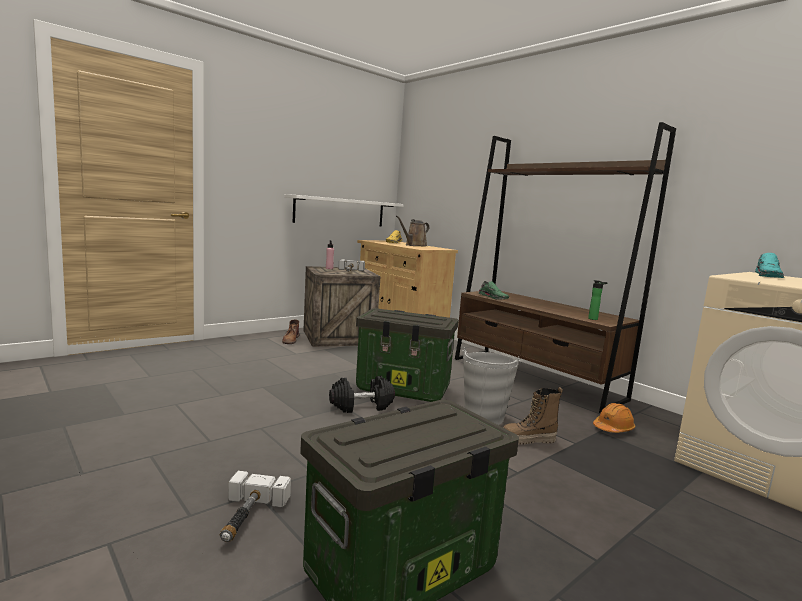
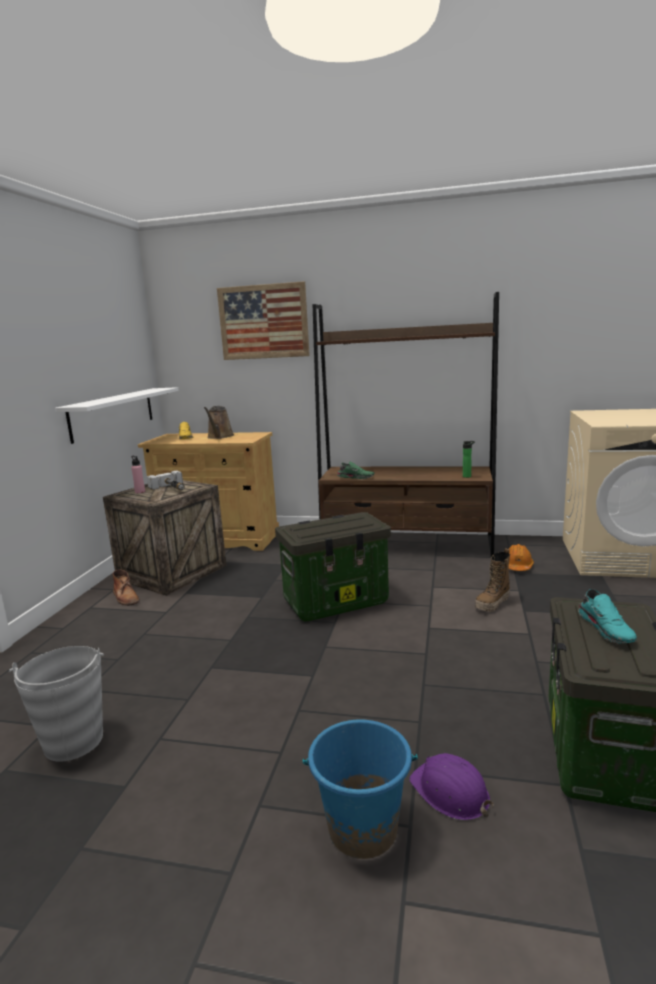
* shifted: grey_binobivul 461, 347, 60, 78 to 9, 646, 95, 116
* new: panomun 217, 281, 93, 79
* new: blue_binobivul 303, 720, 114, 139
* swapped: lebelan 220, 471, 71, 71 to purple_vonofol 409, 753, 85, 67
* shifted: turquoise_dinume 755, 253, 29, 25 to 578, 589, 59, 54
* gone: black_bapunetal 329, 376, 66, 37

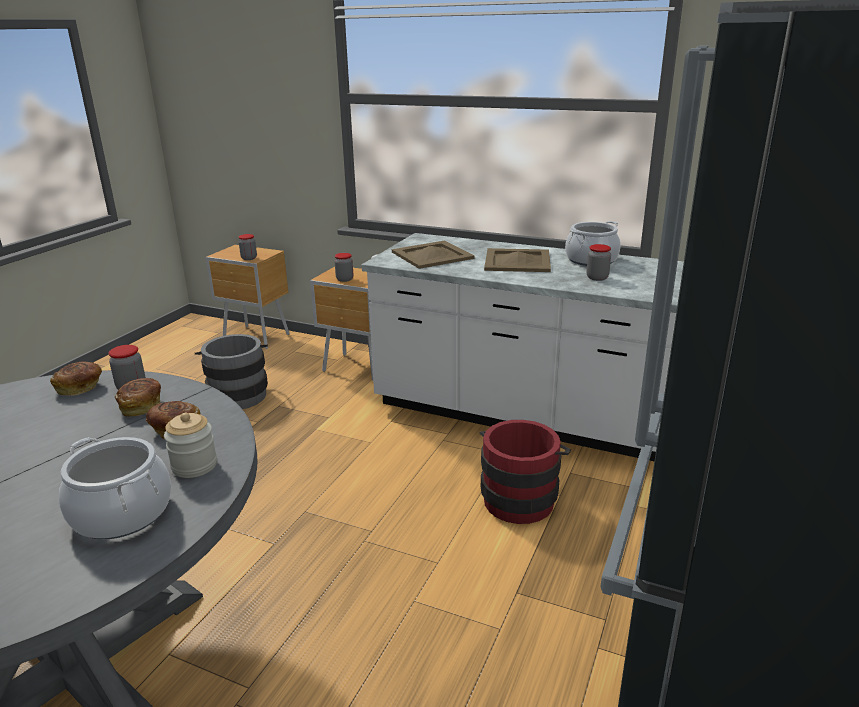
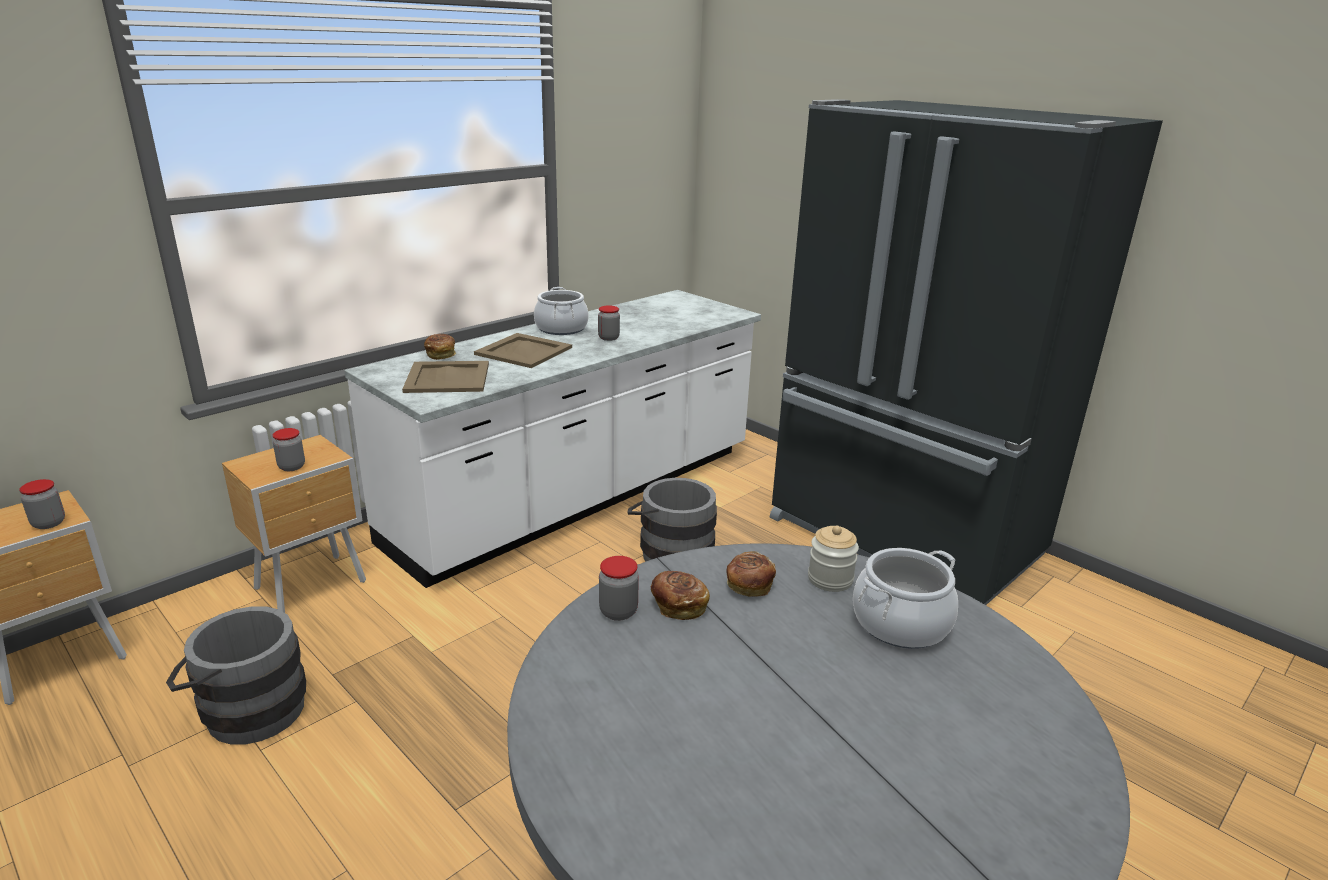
* shifted: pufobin 50, 362, 52, 34 to 424, 334, 32, 26
* repainted: red_binobivul 479, 420, 92, 104 to grey_binobivul 628, 478, 89, 84

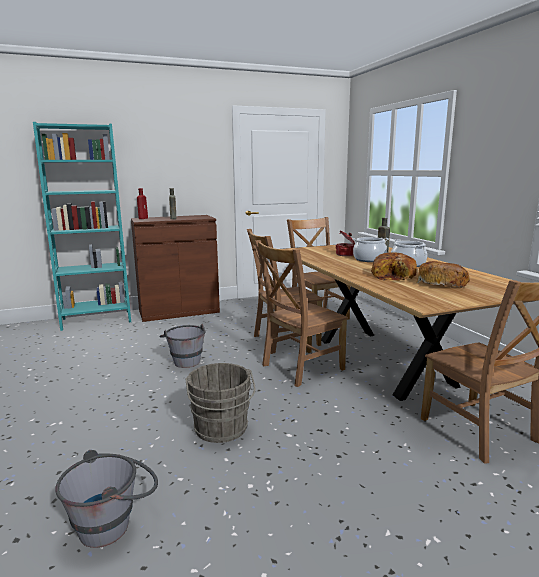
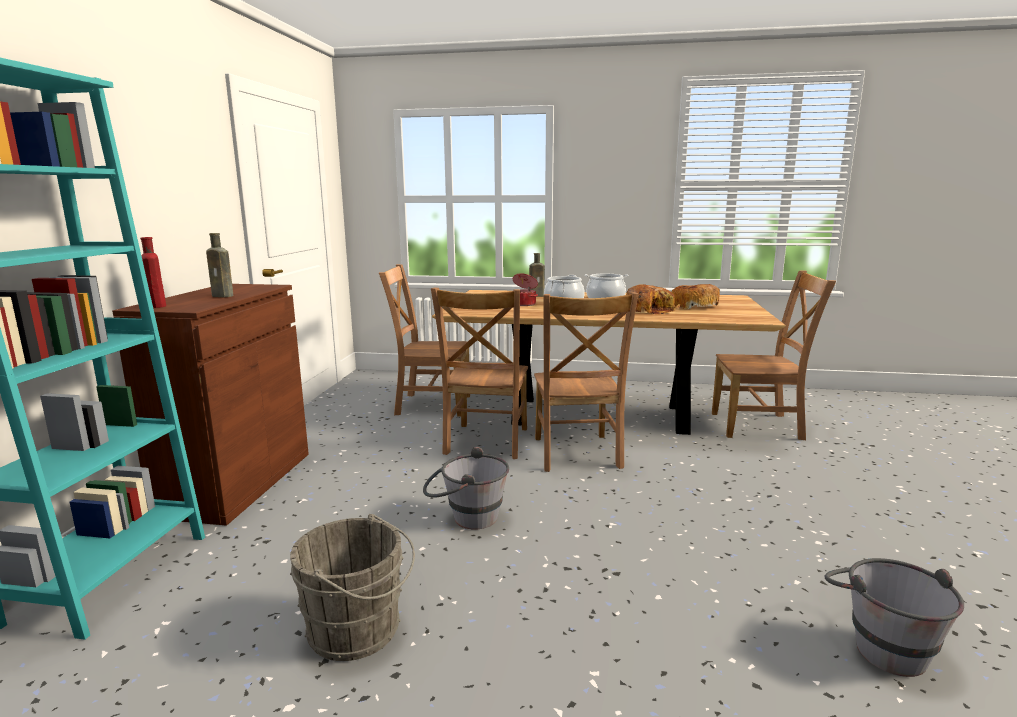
* shifted: grey_binobivul 185, 363, 70, 80 to 290, 514, 125, 147

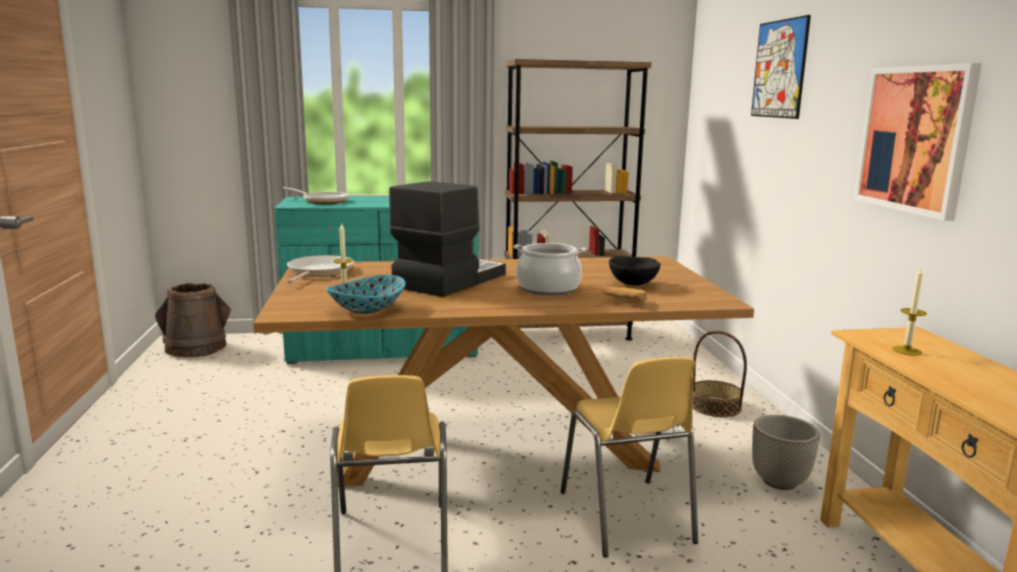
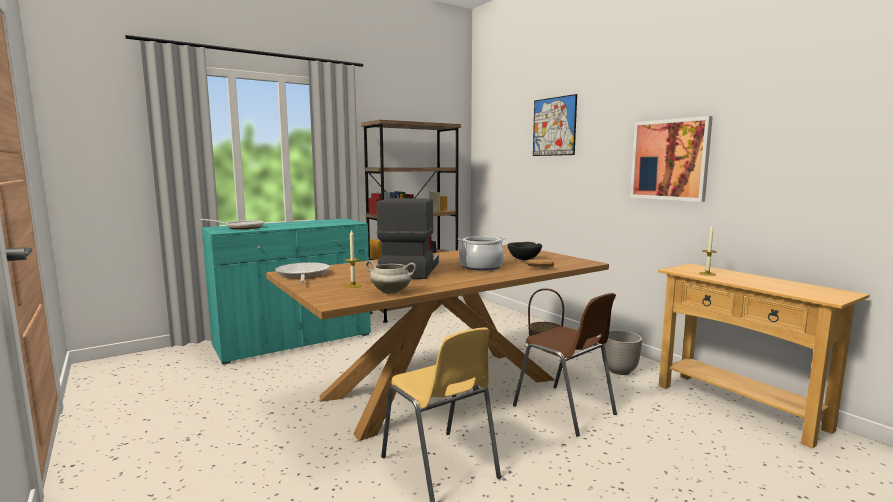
* swapped: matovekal 326, 275, 80, 39 to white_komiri 365, 260, 51, 34
* repainted: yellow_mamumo 560, 357, 138, 200 to brown_mamumo 513, 293, 104, 144
* gone: brown_binobivul 155, 283, 76, 74

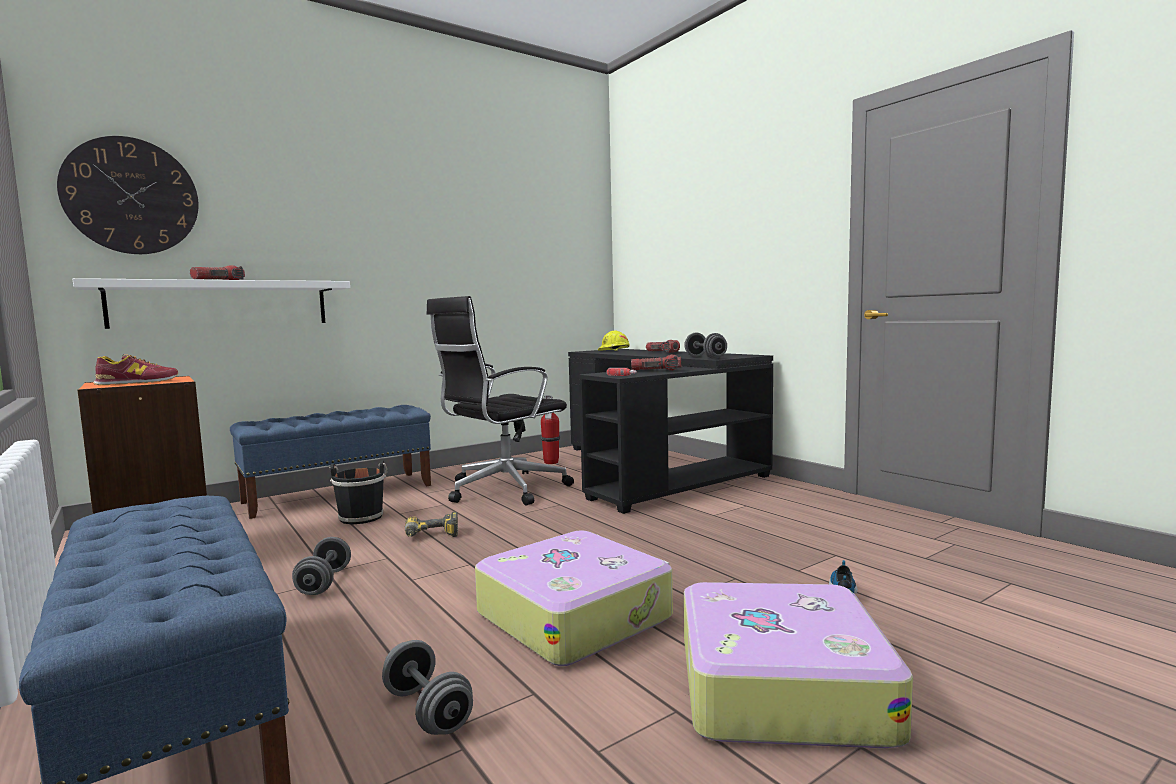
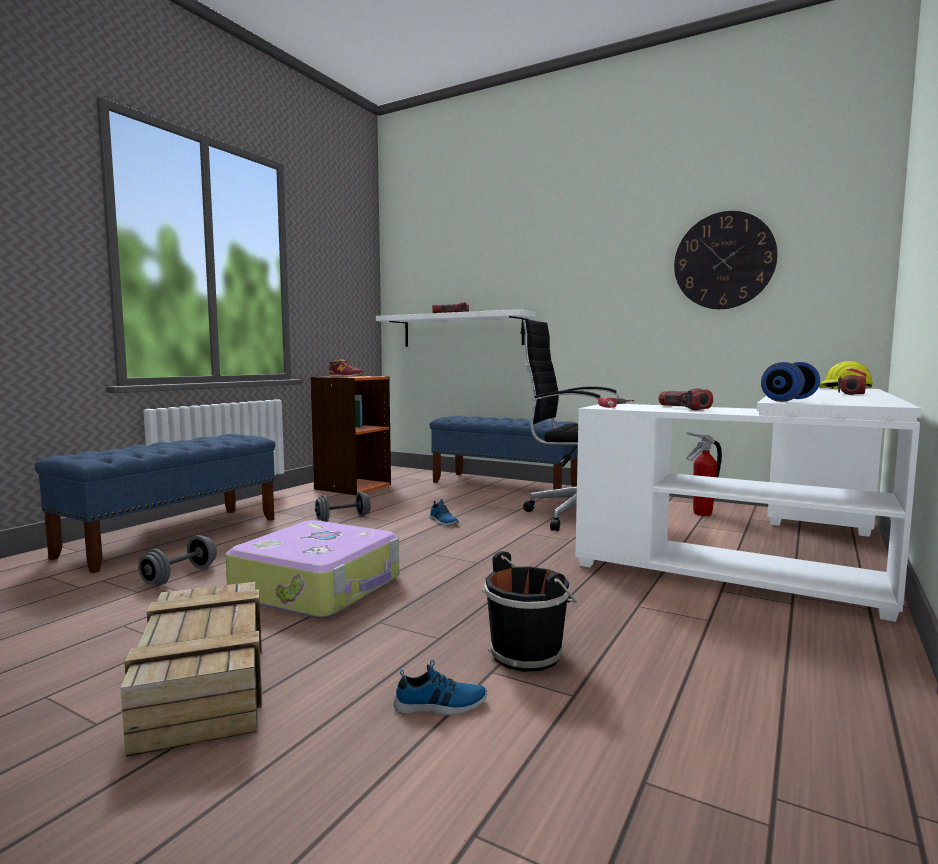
* swapped: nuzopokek 684, 582, 229, 166 to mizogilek 120, 582, 142, 175
* swapped: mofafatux 405, 512, 53, 25 to dinume 429, 499, 30, 26
* shifted: black_binobivul 329, 460, 58, 64 to 482, 551, 95, 121
* repainted: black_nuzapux 568, 349, 205, 165 to white_nuzapux 575, 388, 346, 234
* shifted: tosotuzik 57, 136, 141, 118 to 674, 211, 104, 98
* repainted: grey_bapunetal 684, 333, 43, 26 to blue_bapunetal 761, 362, 59, 40

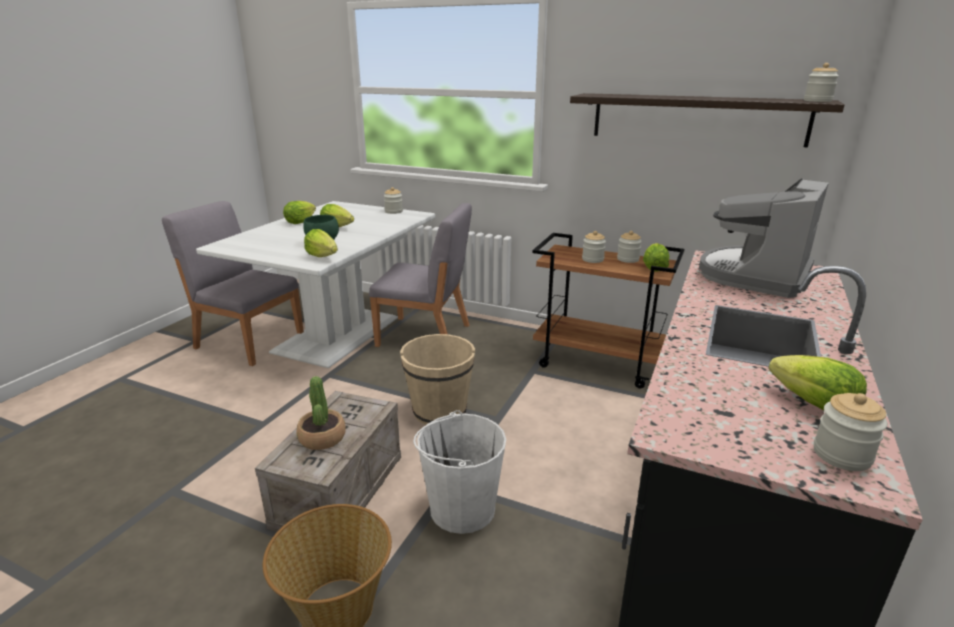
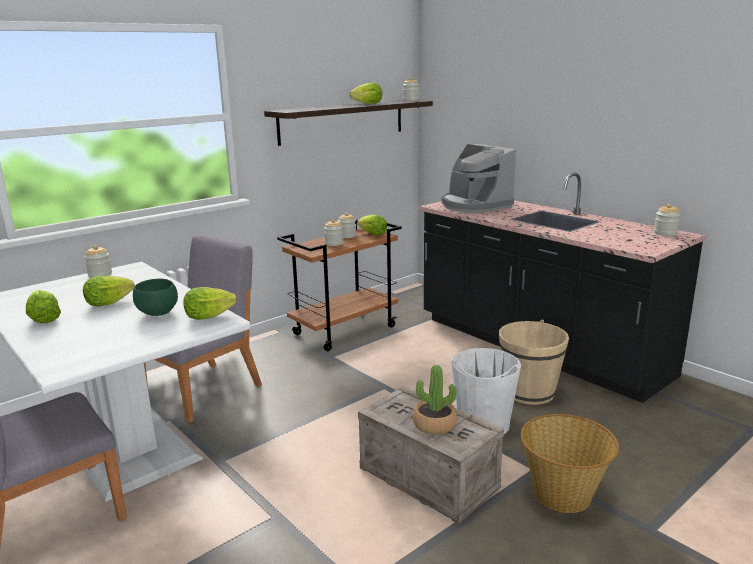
* shifted: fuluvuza 769, 355, 98, 55 to 349, 83, 33, 21
* shifted: beige_binobivul 400, 334, 75, 91 to 499, 320, 70, 85

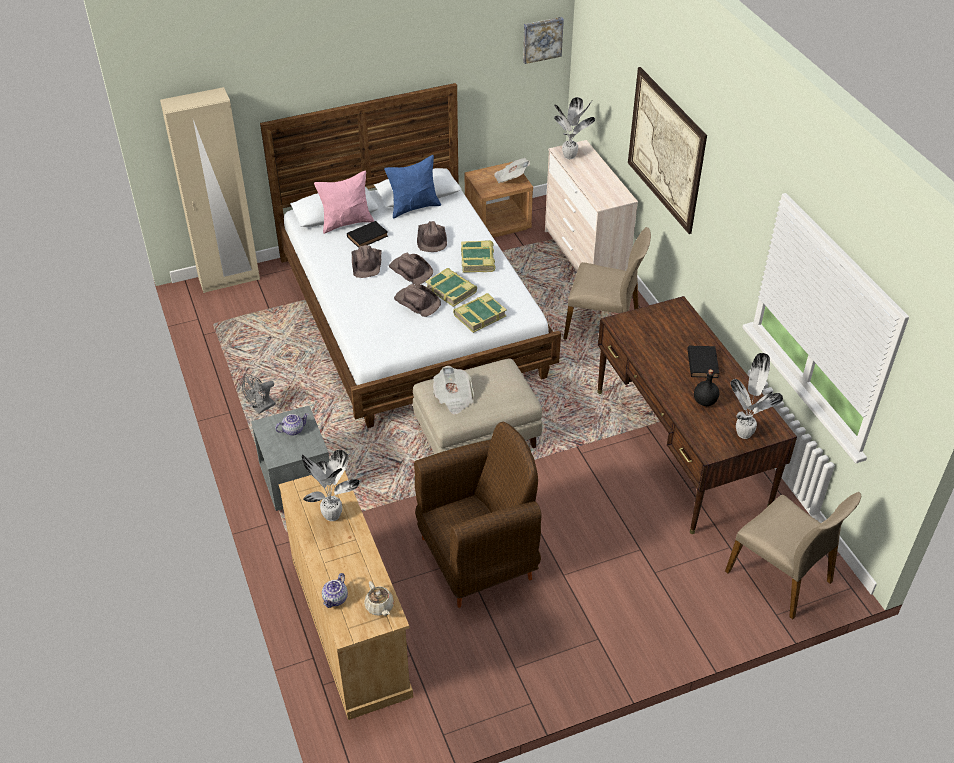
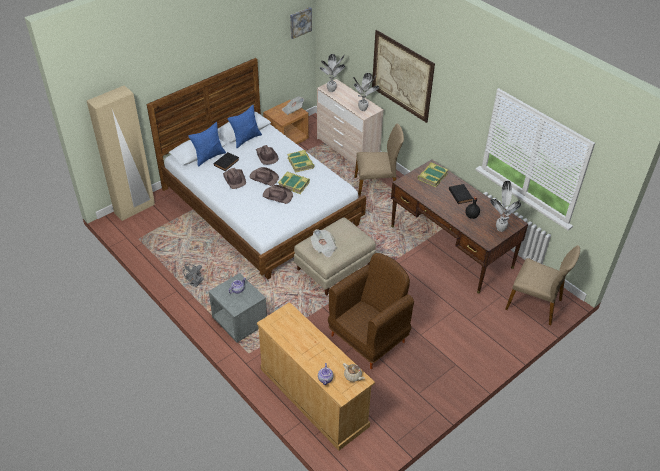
* repainted: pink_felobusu 314, 170, 60, 64 to blue_felobusu 188, 122, 38, 45
* shifted: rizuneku 302, 450, 57, 71 to 353, 73, 26, 38
* shifted: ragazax 453, 293, 54, 40 to 418, 163, 30, 24

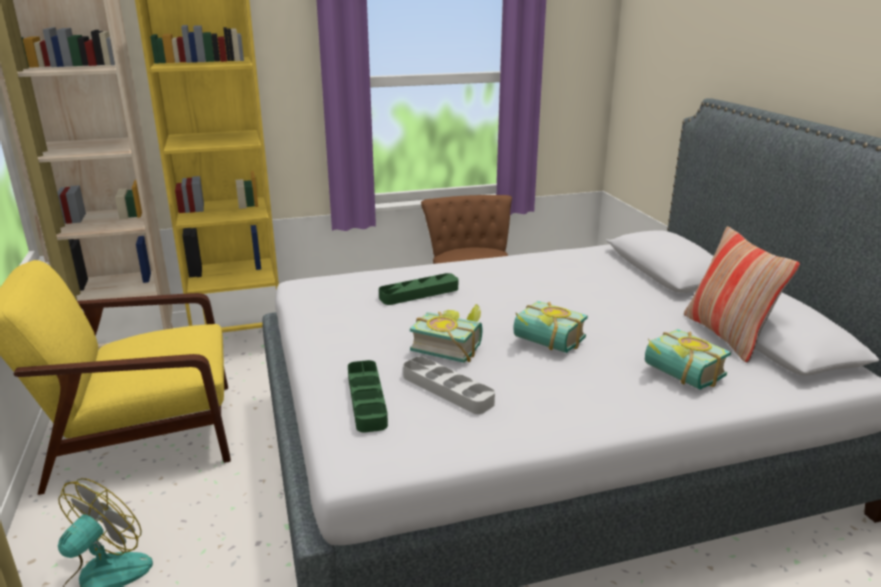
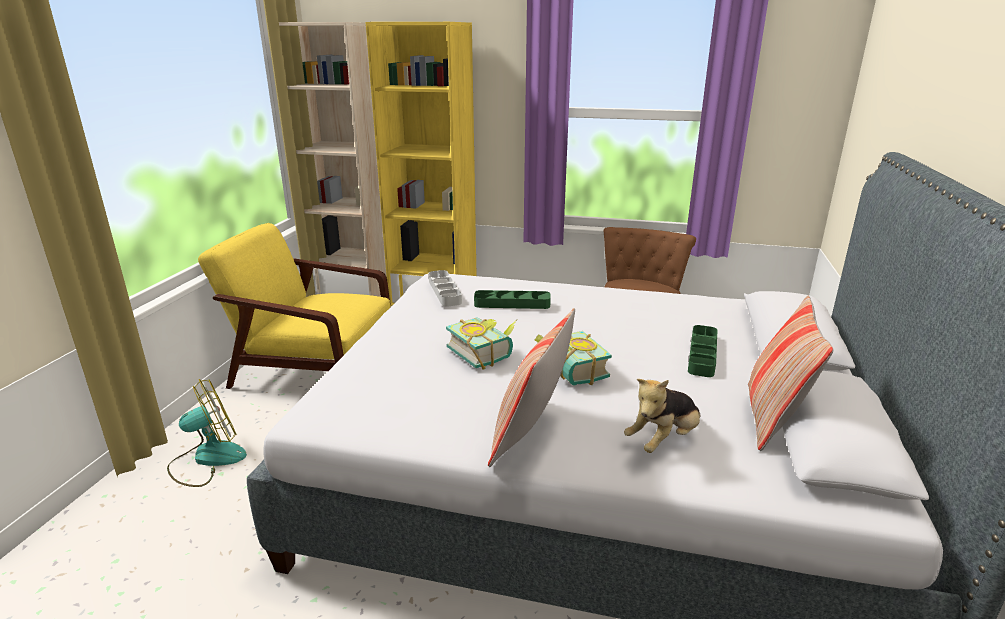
* shifted: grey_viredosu 403, 356, 92, 58 to 429, 270, 33, 37
* new: felobusu 488, 308, 87, 159
* swapped: ragazax 645, 329, 86, 61 to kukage 624, 379, 77, 74
* shifted: green_viredosu 348, 360, 40, 72 to 688, 325, 29, 52

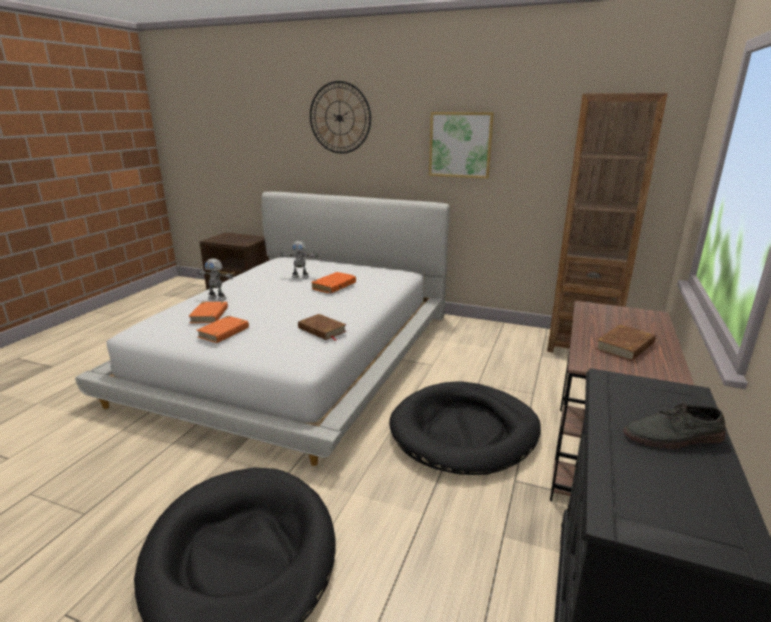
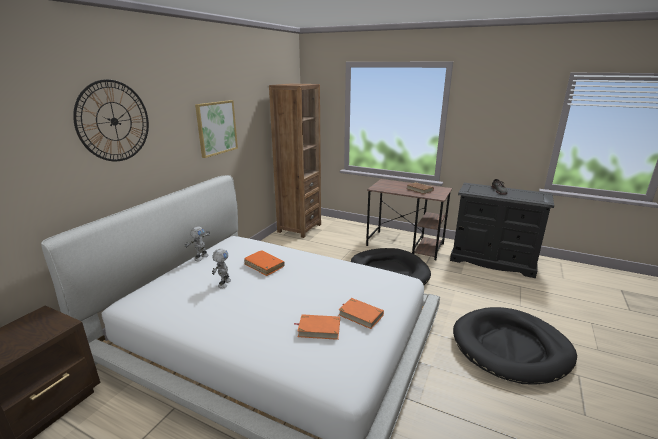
* shifted: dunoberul 198, 258, 36, 43 to 185, 226, 25, 35
* gone: brown_ragazax 298, 314, 49, 27

